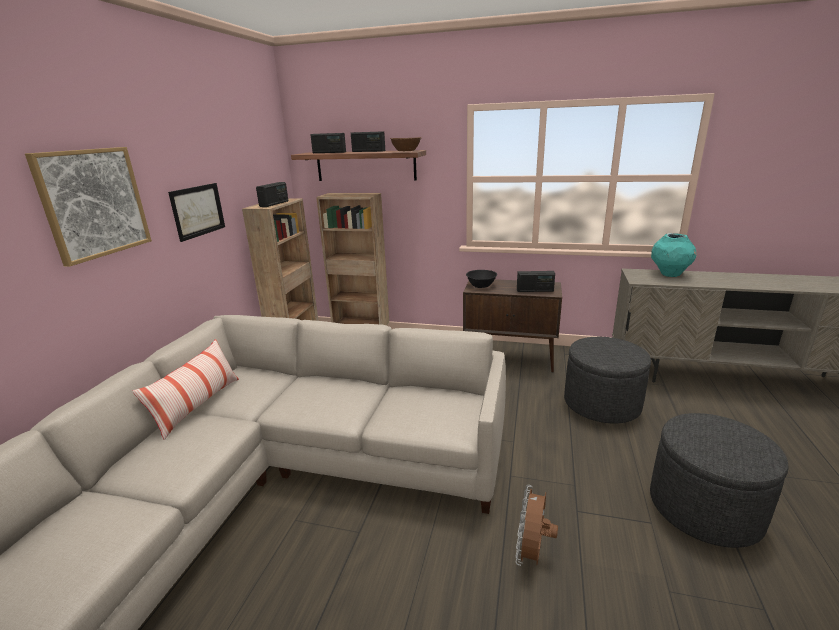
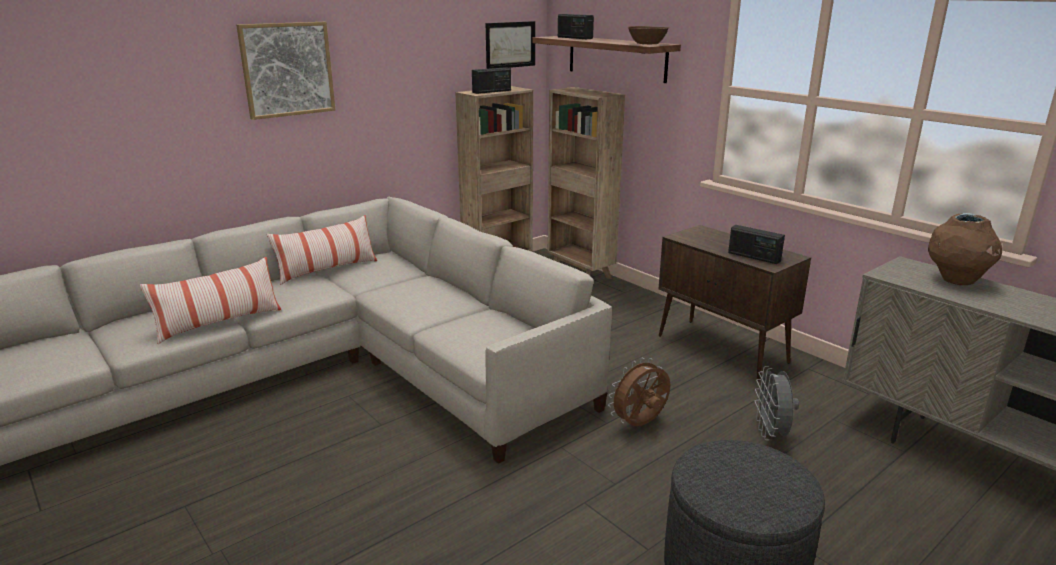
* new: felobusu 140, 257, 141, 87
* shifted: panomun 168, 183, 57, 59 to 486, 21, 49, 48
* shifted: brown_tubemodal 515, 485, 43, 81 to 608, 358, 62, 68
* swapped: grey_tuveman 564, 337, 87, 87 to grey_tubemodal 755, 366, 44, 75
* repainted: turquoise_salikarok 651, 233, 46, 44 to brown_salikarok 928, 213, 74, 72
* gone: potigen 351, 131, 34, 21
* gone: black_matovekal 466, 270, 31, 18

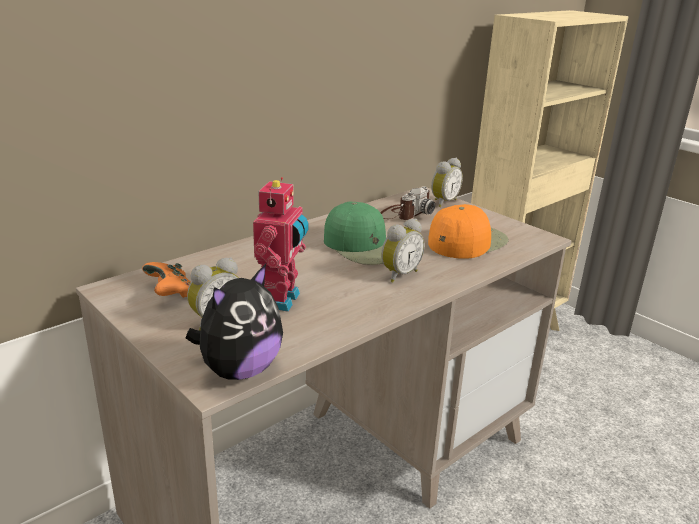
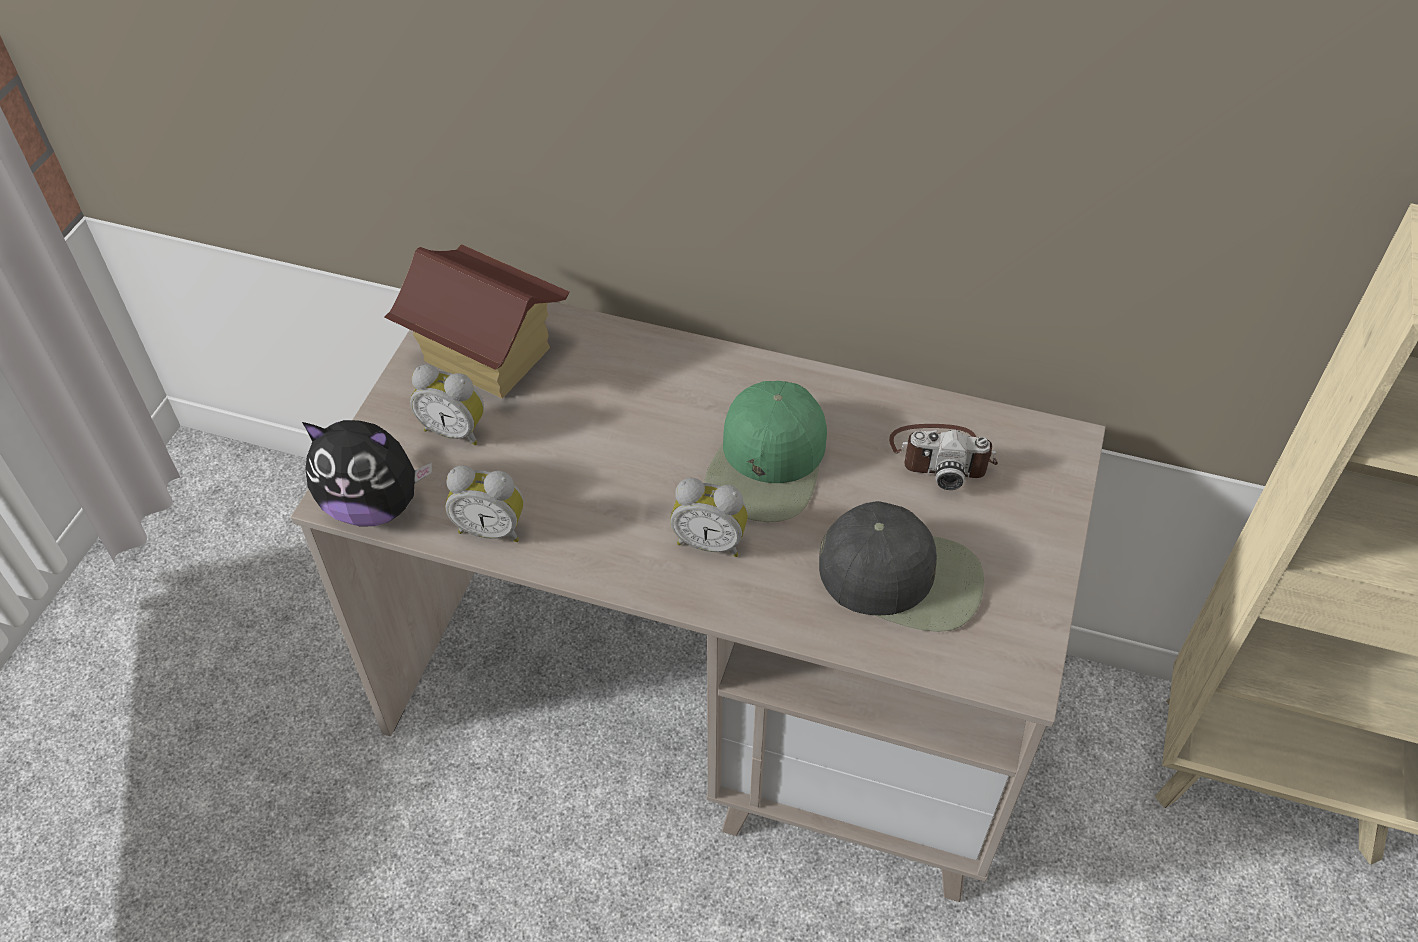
* swapped: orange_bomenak 142, 262, 49, 36 to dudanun 384, 244, 186, 155
* shifted: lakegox 431, 158, 32, 49 to 445, 466, 79, 76
* repainted: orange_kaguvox 428, 204, 81, 55 to black_kaguvox 819, 501, 165, 131
* gone: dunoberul 253, 177, 56, 135

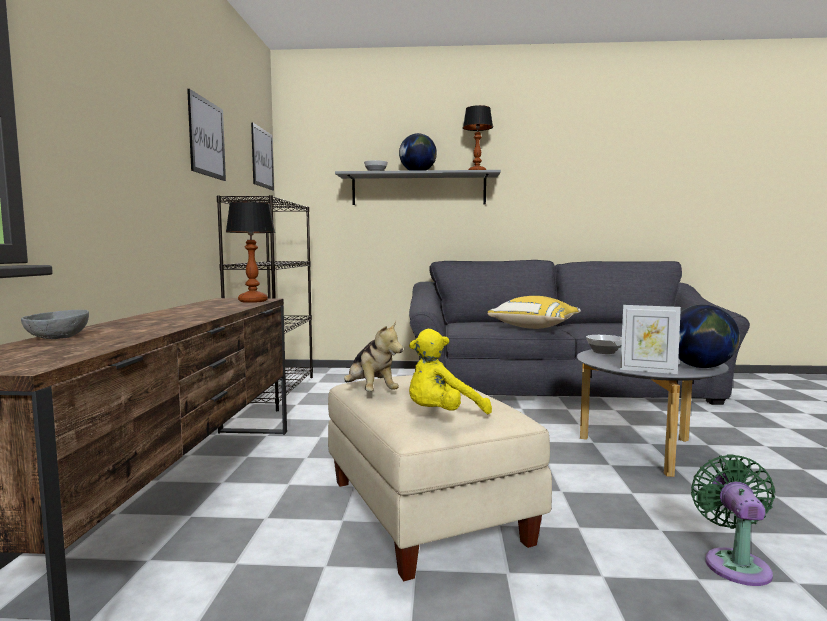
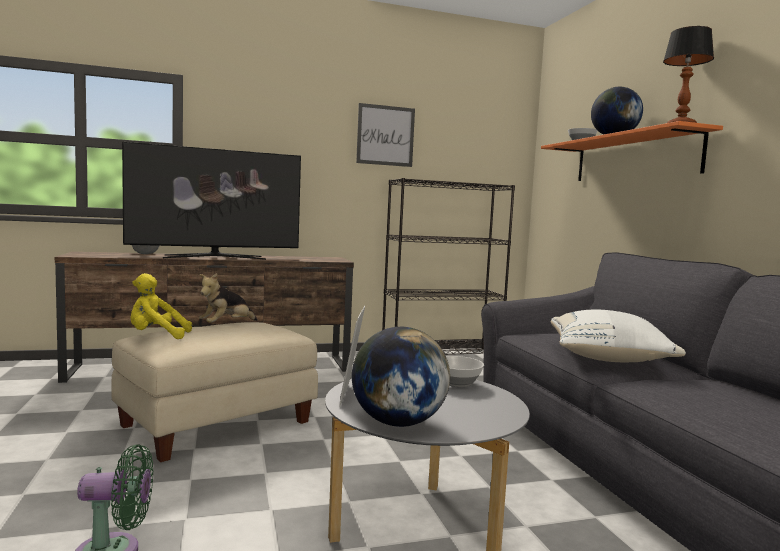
* new: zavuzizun 122, 142, 179, 118
* rotated: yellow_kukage 409, 329, 83, 85 = 130, 273, 62, 66 45 degrees counterclockwise
* repainted: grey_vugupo 335, 170, 166, 35 to orange_vugupo 541, 121, 182, 60
* repainted: yellow_felobusu 487, 296, 94, 33 to white_felobusu 551, 310, 135, 52
* gone: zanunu 226, 202, 49, 101
* gone: panomun 251, 122, 23, 68

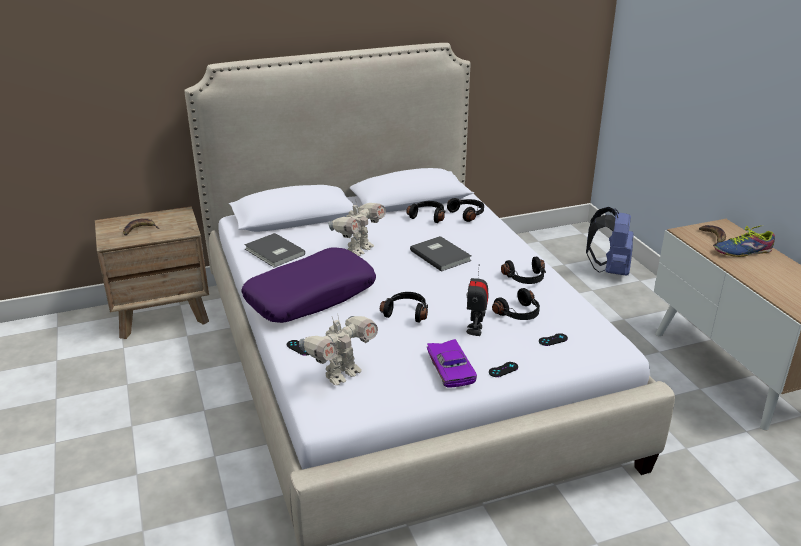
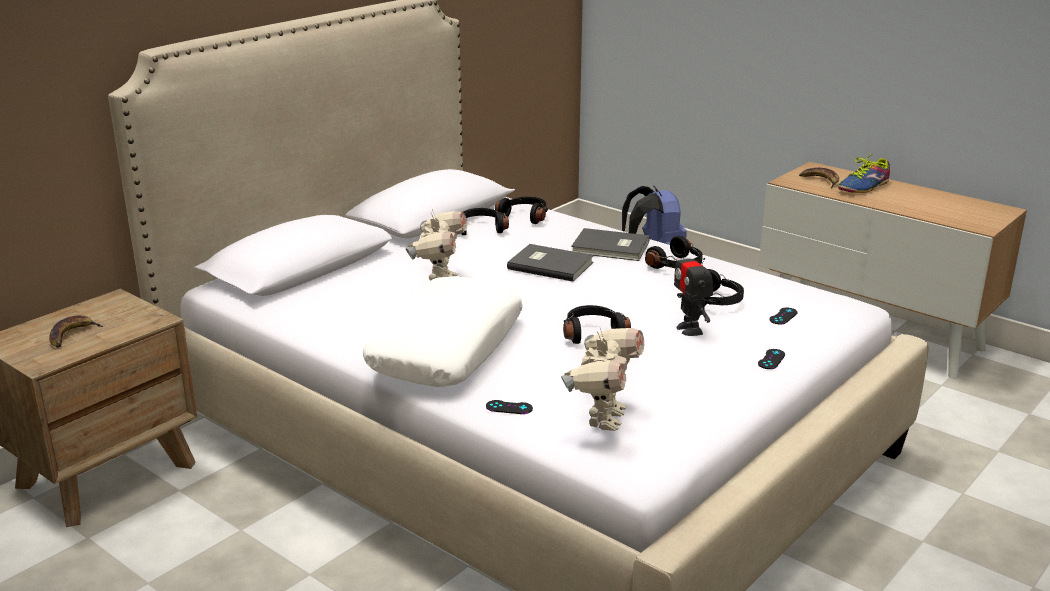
* repainted: purple_felobusu 241, 247, 135, 76 to white_felobusu 363, 276, 160, 111
* shifted: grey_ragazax 244, 233, 61, 35 to 571, 228, 79, 33
* gone: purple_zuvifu 427, 339, 50, 49

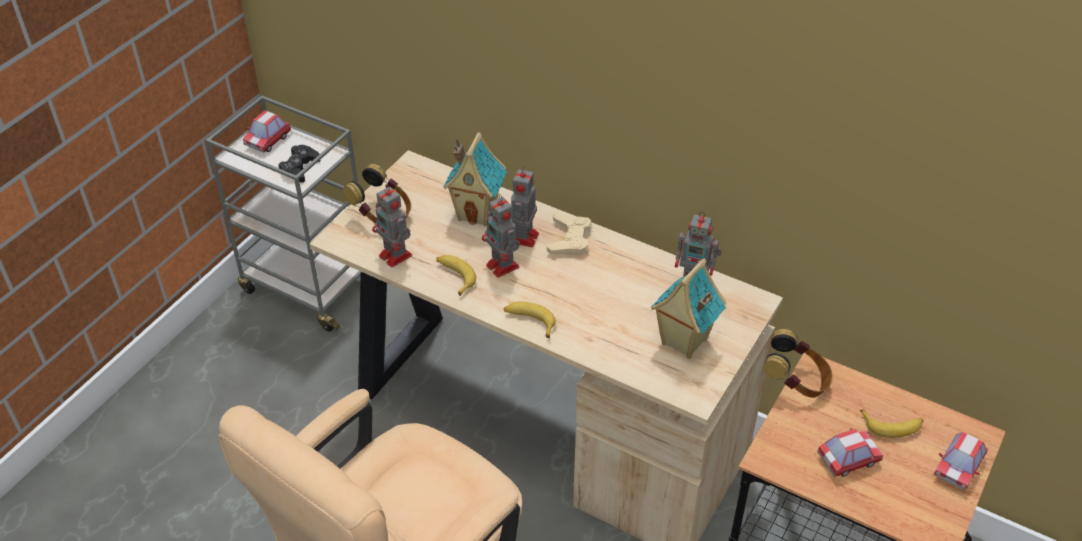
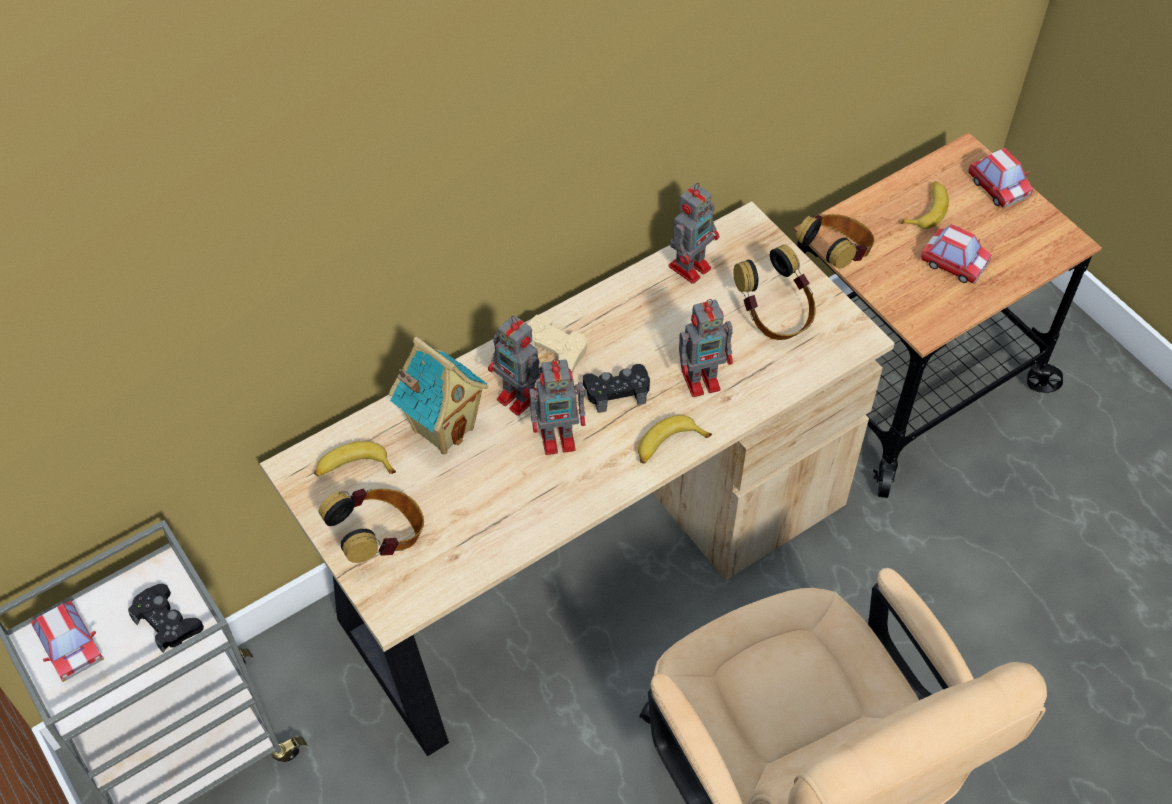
* shifted: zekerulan 436, 255, 40, 41 to 314, 441, 82, 35
* new: black_bomenak 583, 364, 67, 49
* shifted: dunoberul 372, 184, 40, 83 to 679, 299, 54, 98
* swapped: dudanun 651, 258, 76, 101 to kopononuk 733, 244, 82, 96
* rotated: zuvifu 817, 428, 66, 49 = 920, 224, 72, 60 120 degrees clockwise

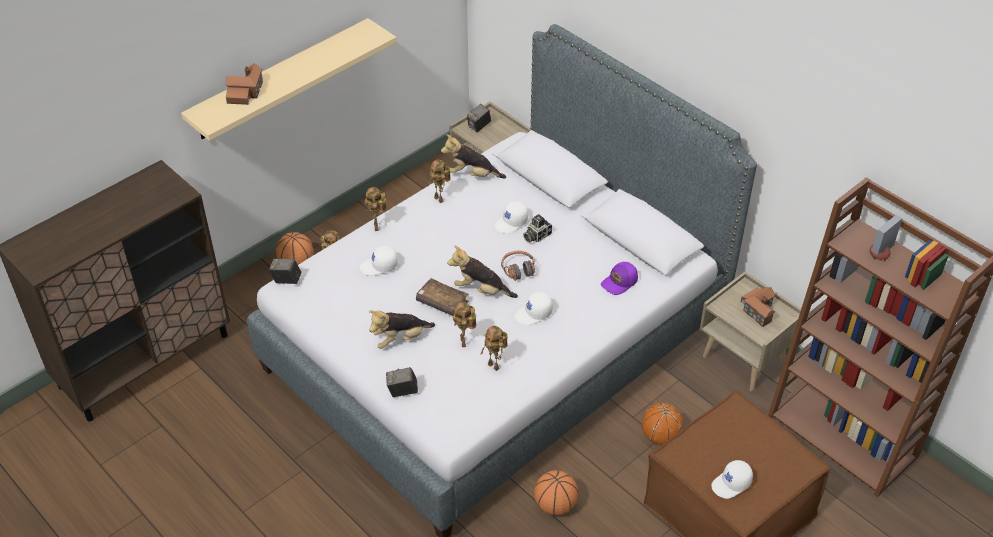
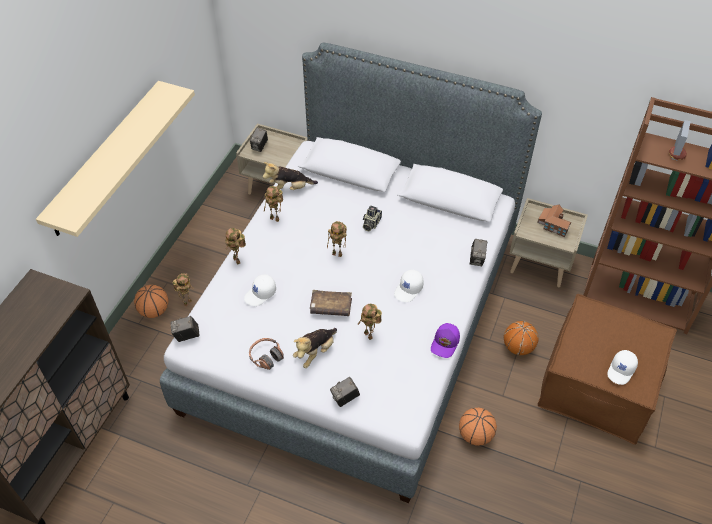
* shifted: kopononuk 501, 251, 34, 30 to 249, 338, 35, 32
* shifted: dunoberul 480, 326, 28, 45 to 327, 221, 20, 36
* shifted: purple_kaguvox 601, 262, 37, 33 to 431, 323, 29, 35
* new: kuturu 470, 239, 18, 27
* gone: dudanun 226, 63, 37, 42
* gone: kukage 447, 246, 71, 52
* gone: white_kaguvox 494, 201, 34, 33

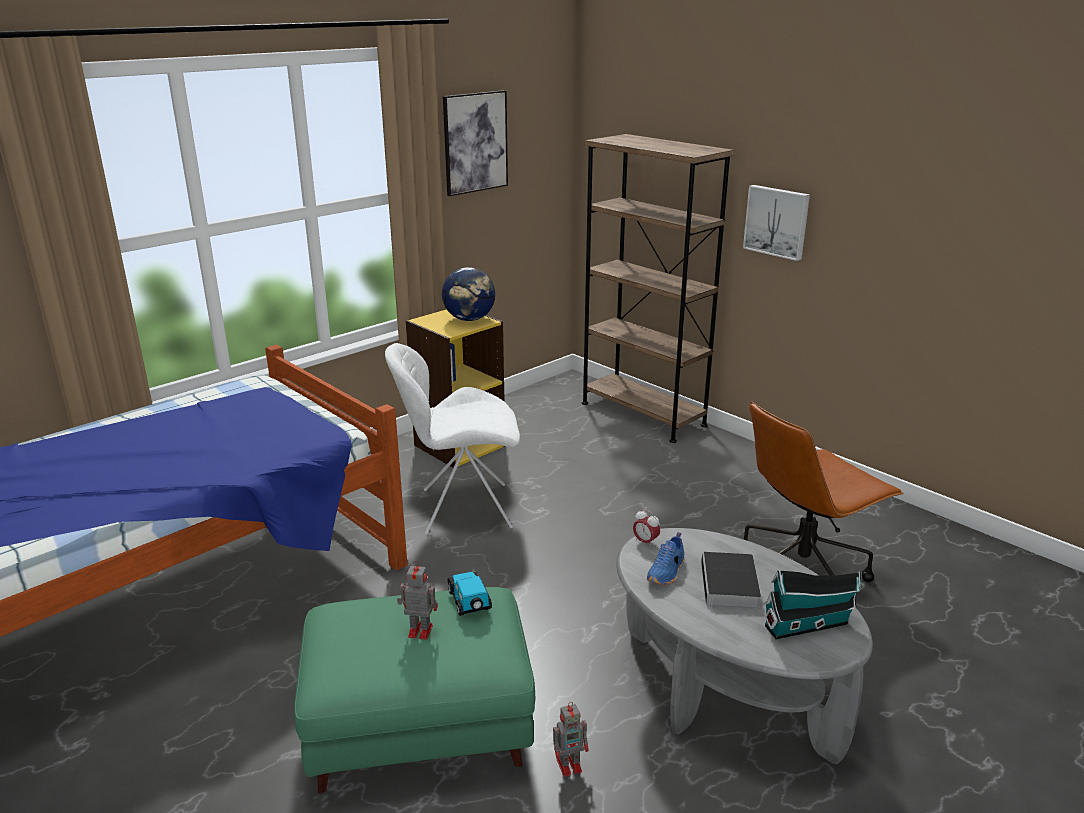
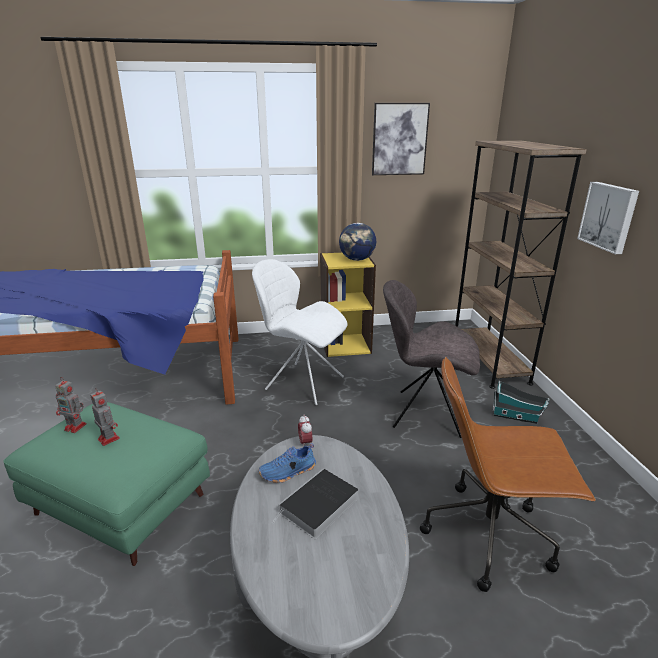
* shifted: dunoberul 553, 702, 36, 75 to 55, 378, 32, 55
* new: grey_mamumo 383, 280, 97, 158
* shifted: dudanun 763, 569, 98, 71 to 493, 380, 57, 44
* gone: zuvifu 448, 572, 44, 44

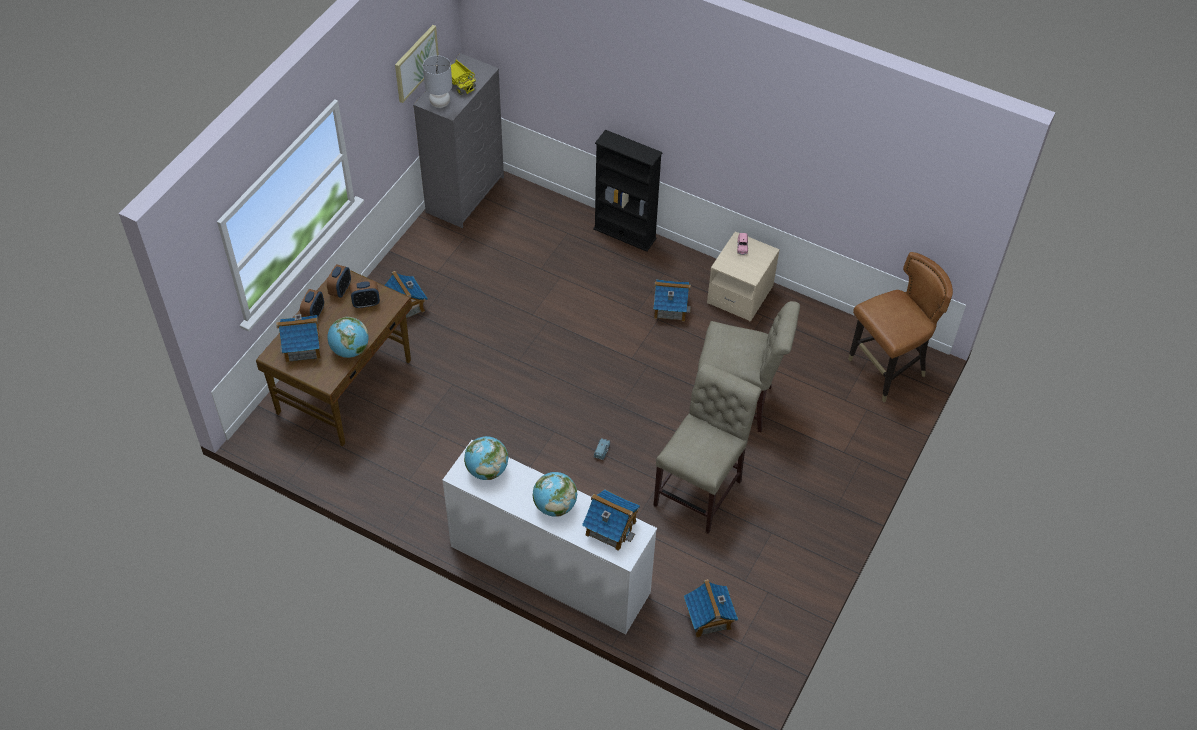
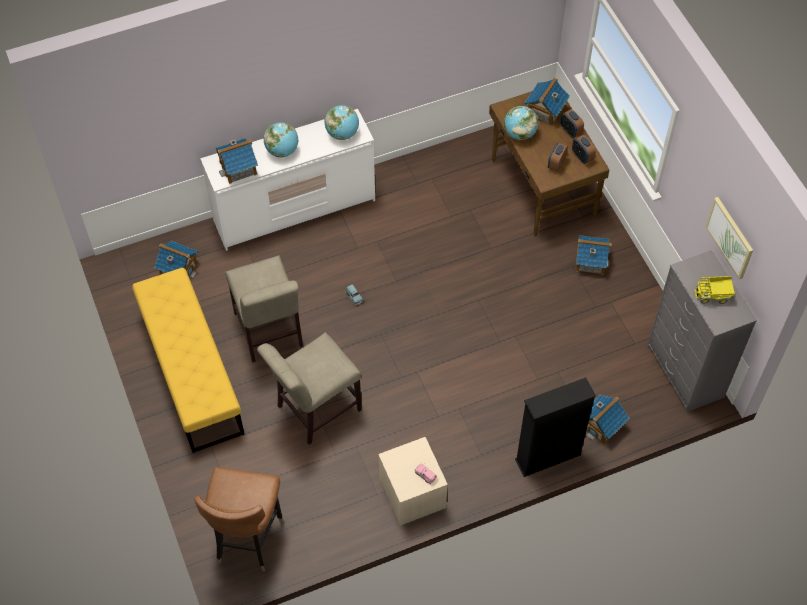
* new: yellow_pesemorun 132, 268, 112, 185
* shifted: dudanun 653, 279, 38, 43 to 586, 394, 43, 51
* gone: grey_zanunu 423, 56, 29, 52

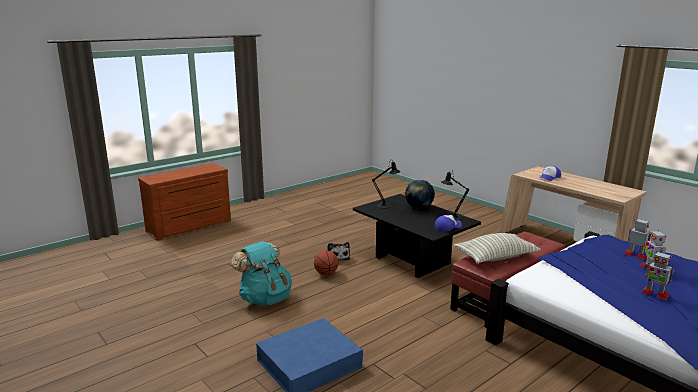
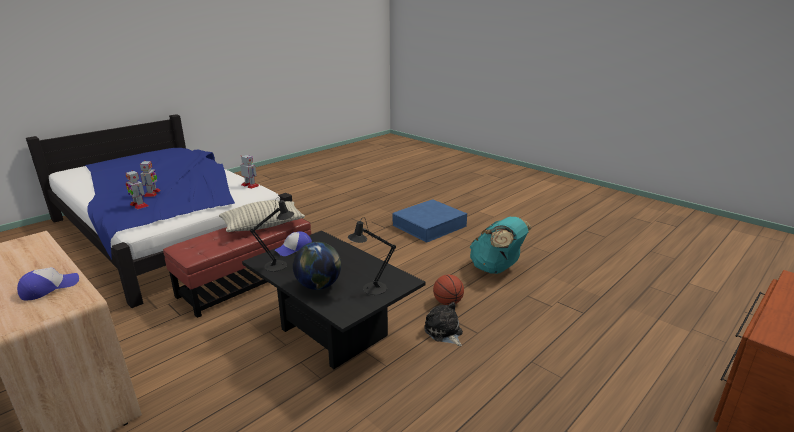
* shifted: dunoberul 642, 251, 32, 49 to 240, 155, 19, 34

